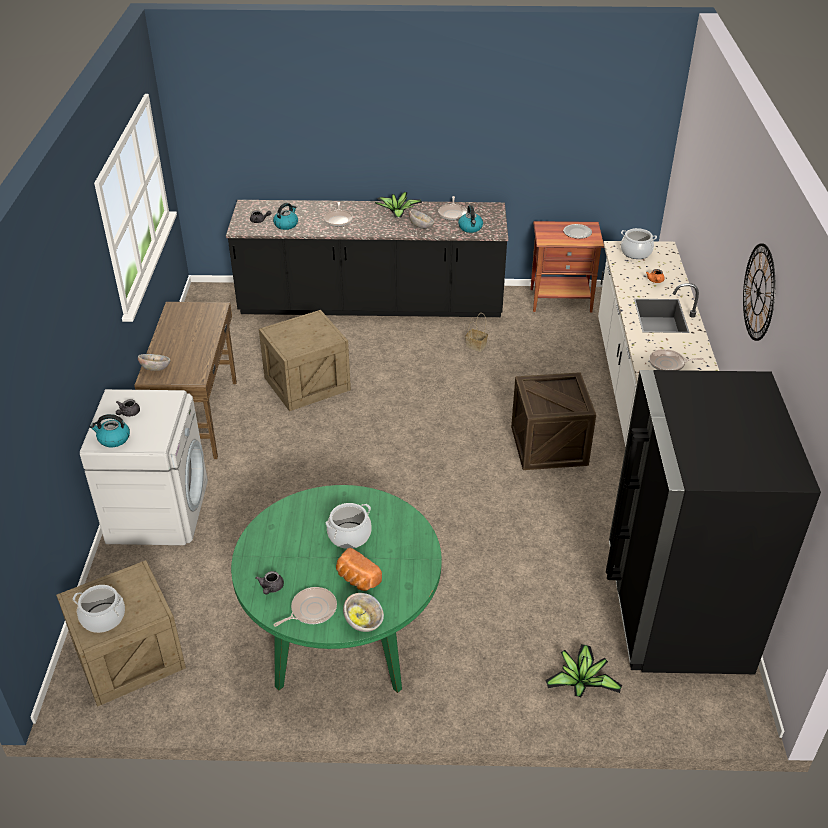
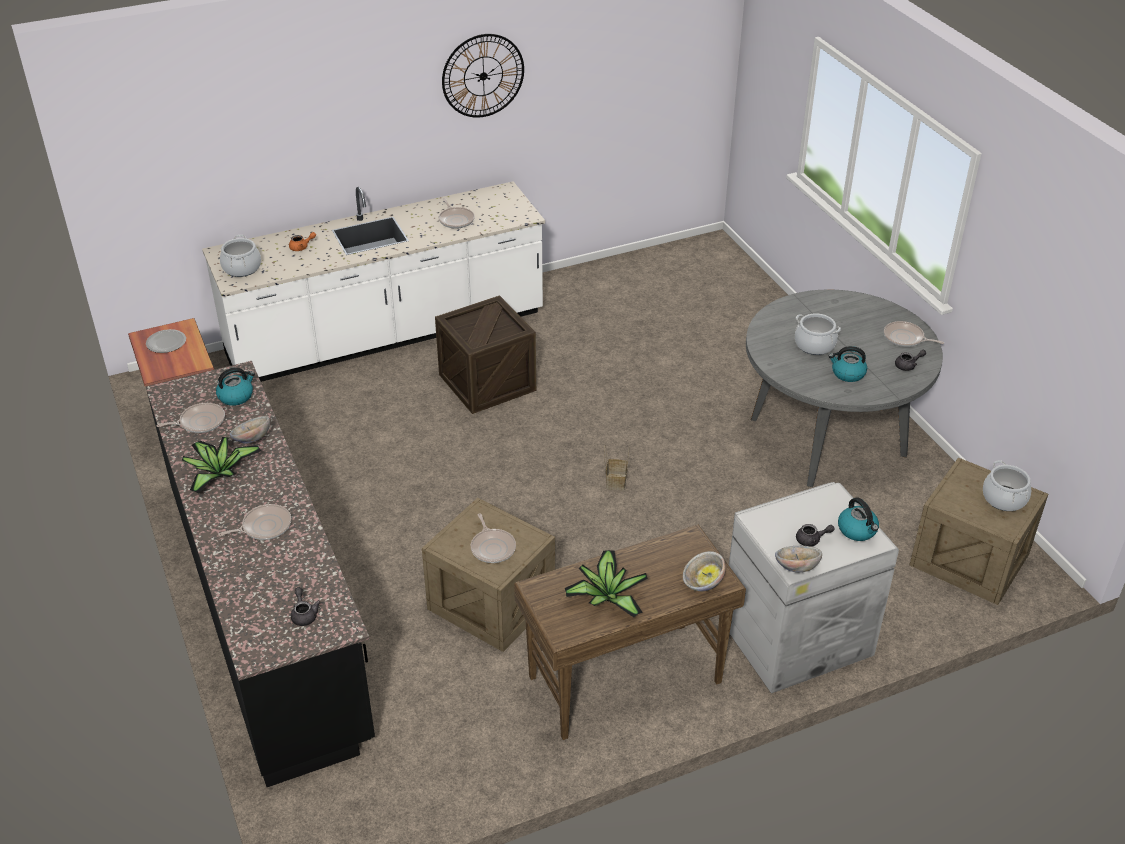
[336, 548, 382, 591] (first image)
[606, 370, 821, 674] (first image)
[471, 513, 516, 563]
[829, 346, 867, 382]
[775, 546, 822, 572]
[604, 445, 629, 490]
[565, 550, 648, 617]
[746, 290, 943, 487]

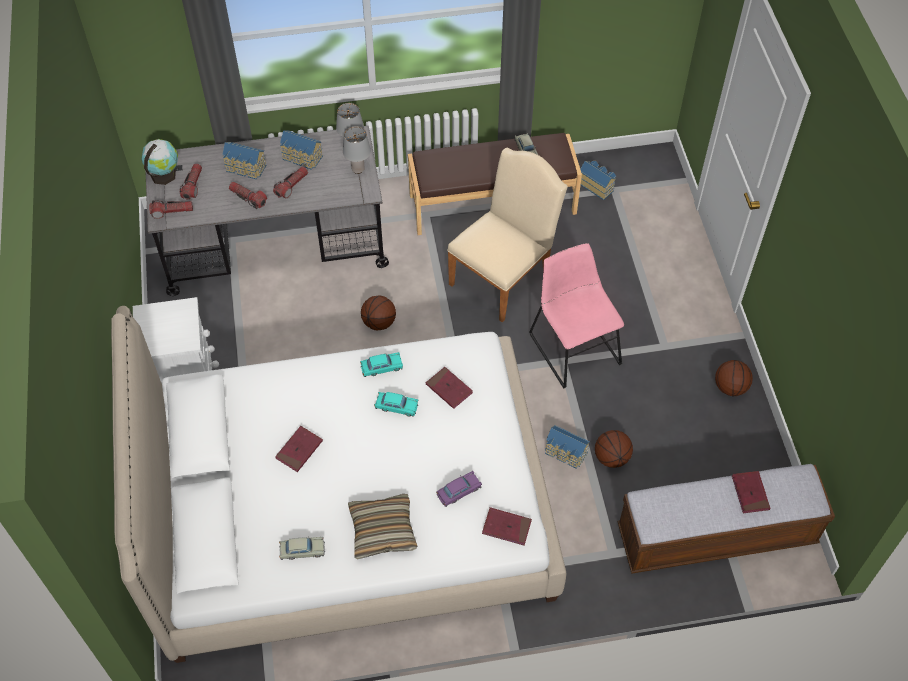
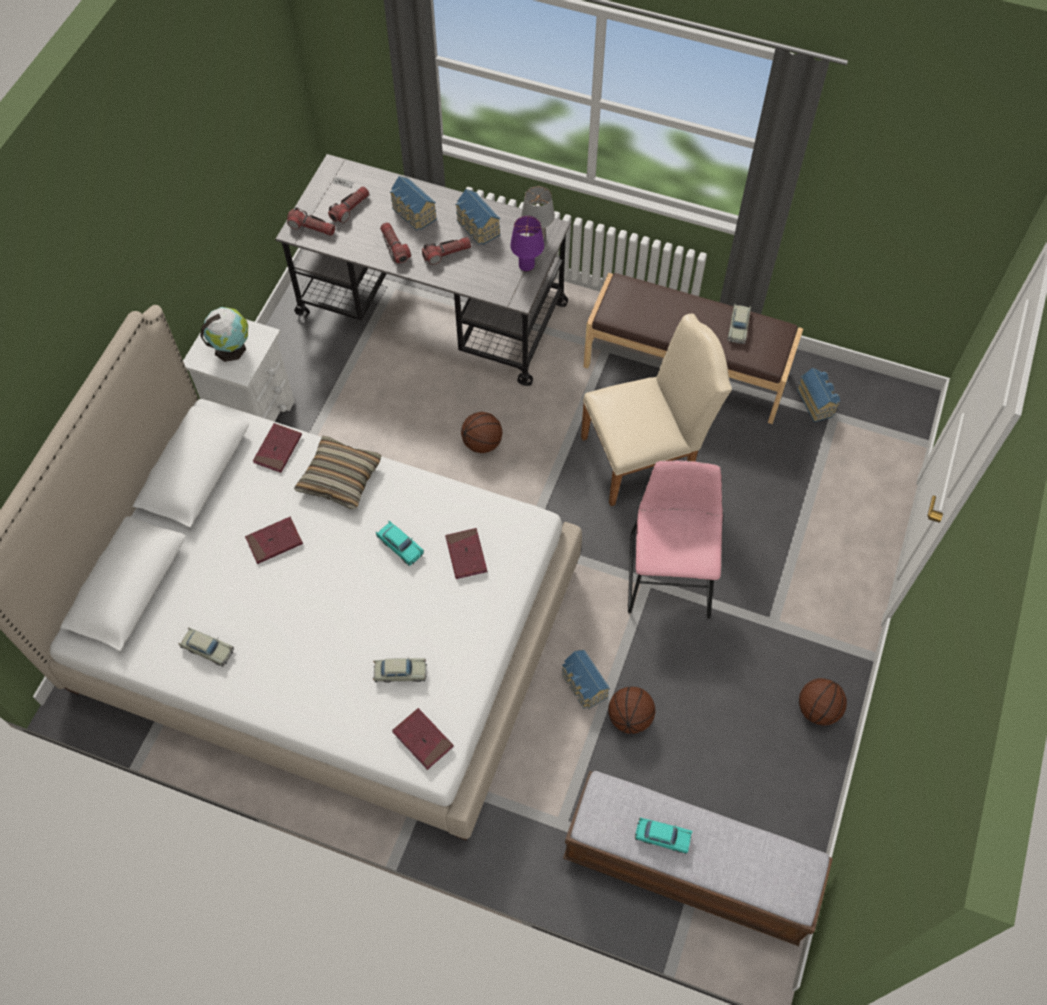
[200, 307, 248, 362]
[294, 436, 382, 509]
[635, 818, 692, 854]
[253, 423, 302, 473]
[510, 216, 544, 272]
[373, 657, 427, 683]

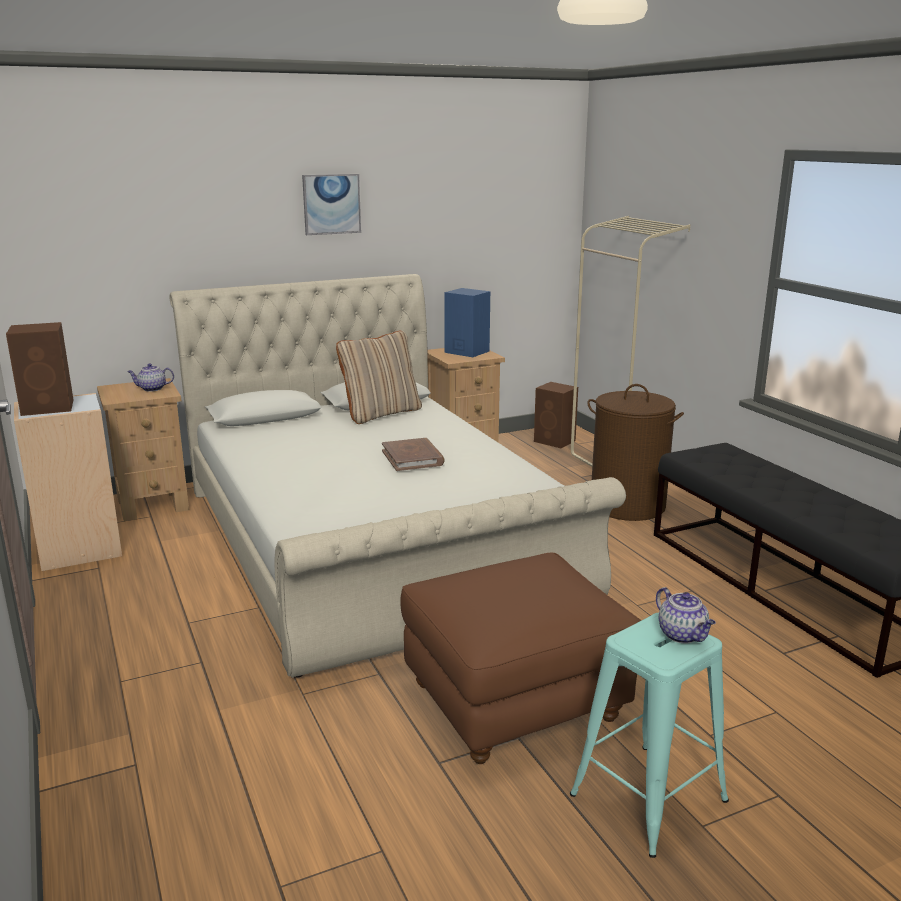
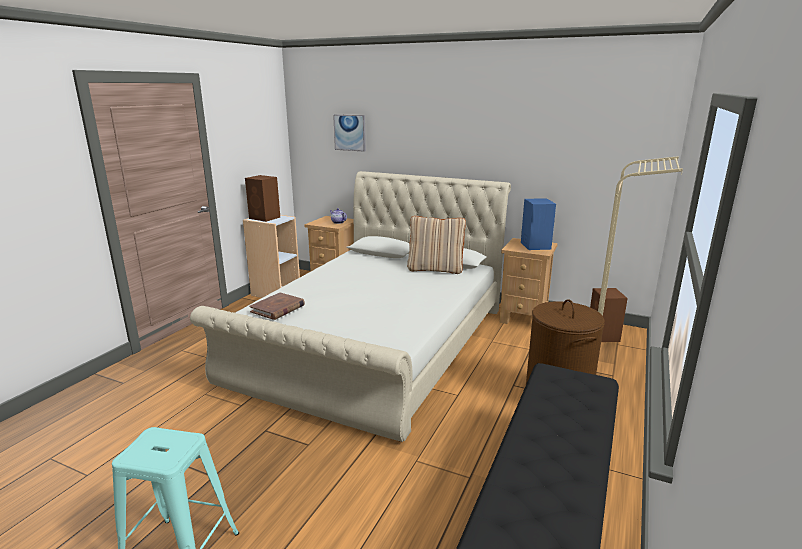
[400, 552, 641, 764] (first image)
[656, 587, 716, 643] (first image)
[333, 114, 366, 152]
[250, 292, 305, 320]

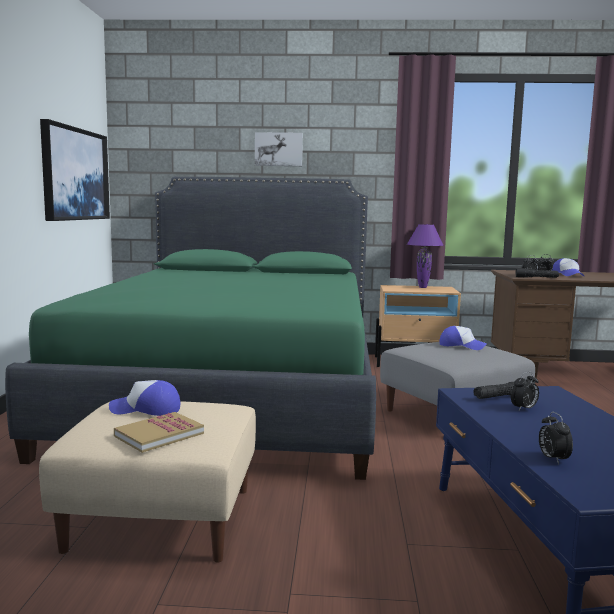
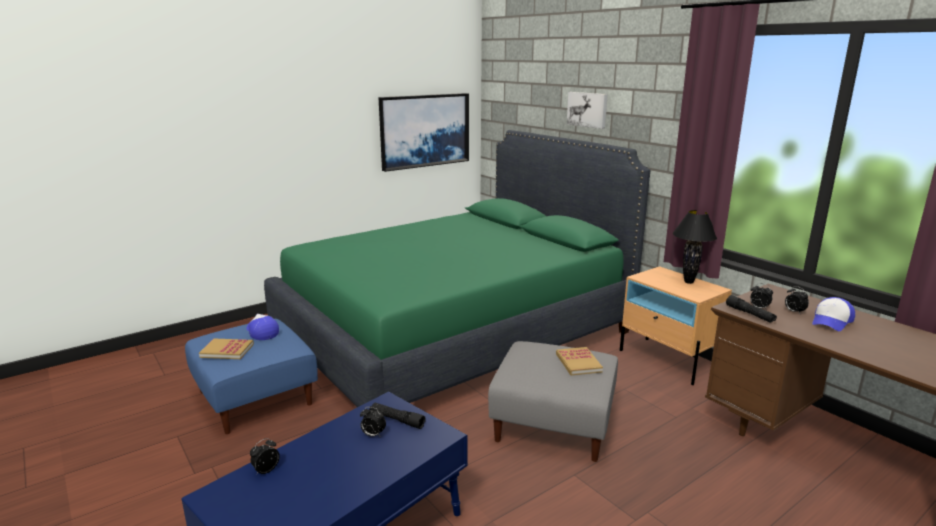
[556, 347, 603, 375]
[185, 319, 318, 434]
[673, 210, 717, 284]

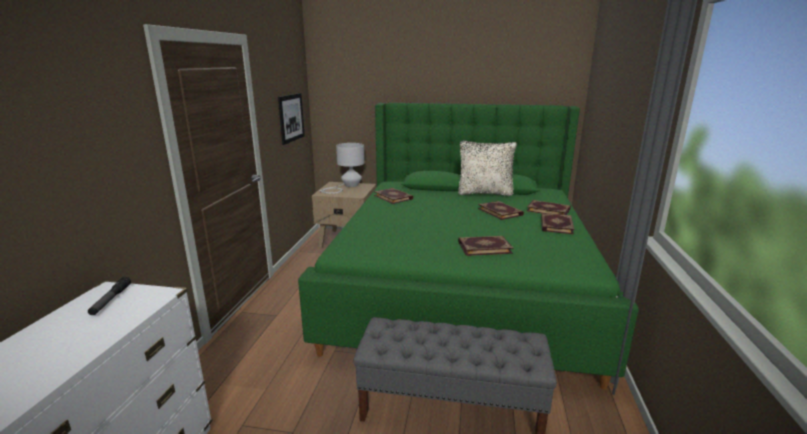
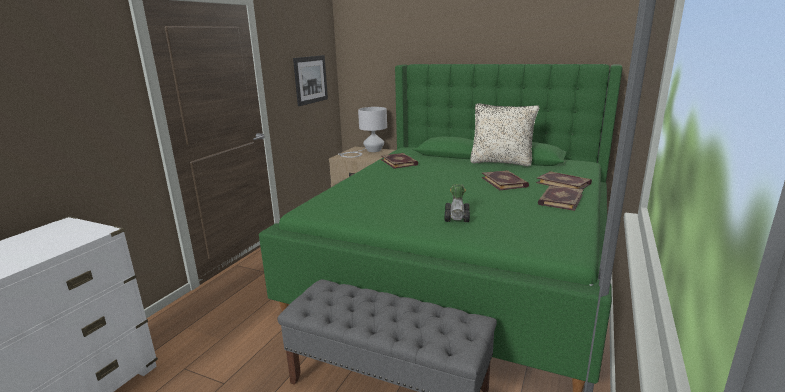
[88, 277, 131, 315] (first image)
[445, 184, 470, 222]

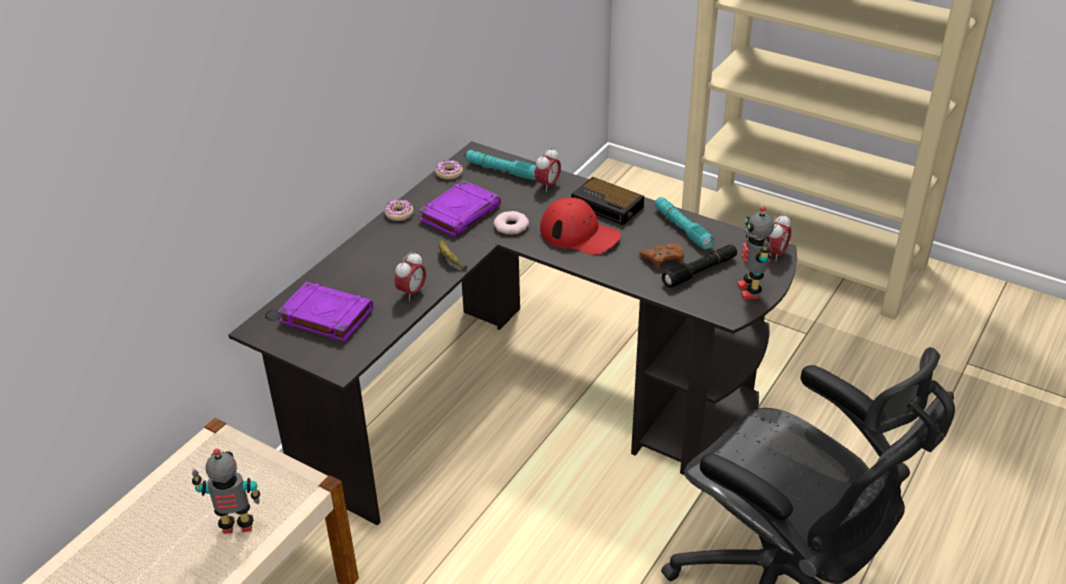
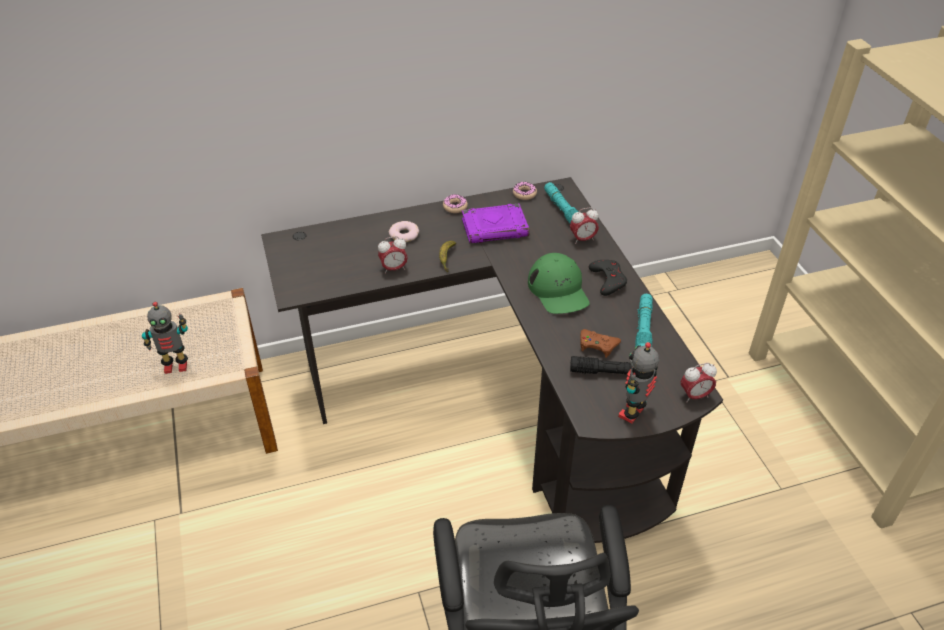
[277, 282, 373, 342] (first image)
[389, 221, 419, 242]
[589, 260, 627, 296]
[528, 253, 590, 314]
[142, 302, 188, 374]

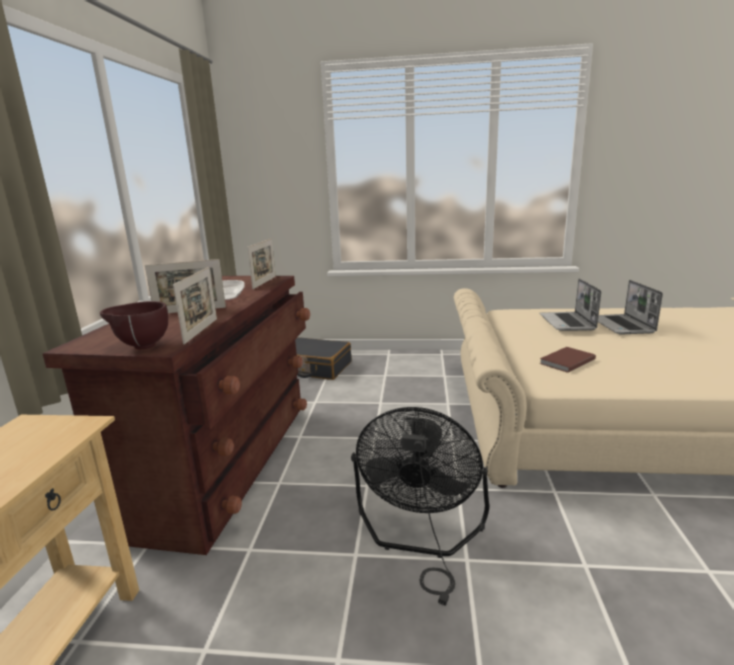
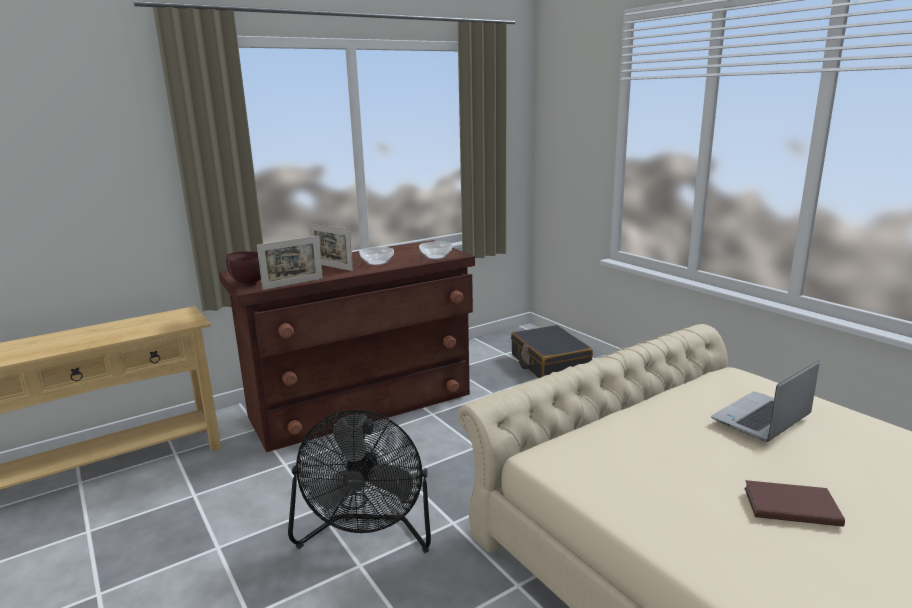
[598, 280, 663, 335] (first image)
[744, 480, 845, 527]
[419, 242, 452, 259]
[288, 410, 431, 553]

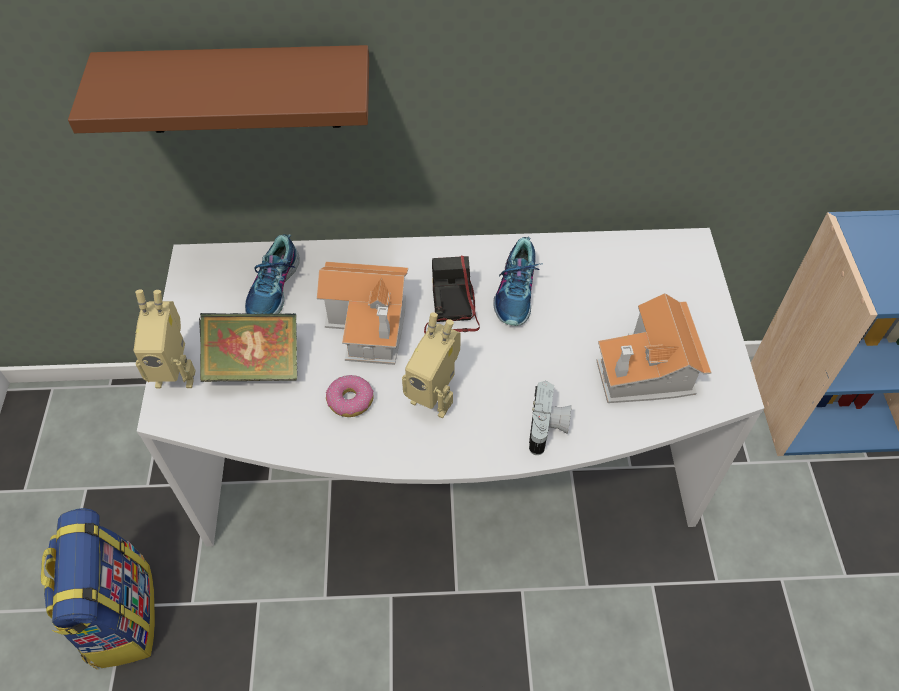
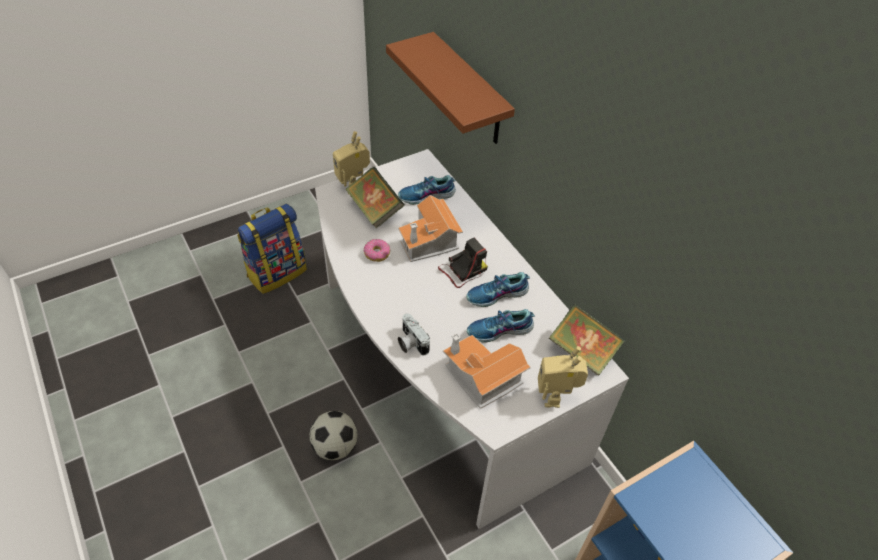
[310, 411, 357, 460]
[467, 309, 535, 343]
[549, 304, 625, 376]
[538, 346, 588, 408]
[398, 313, 430, 355]

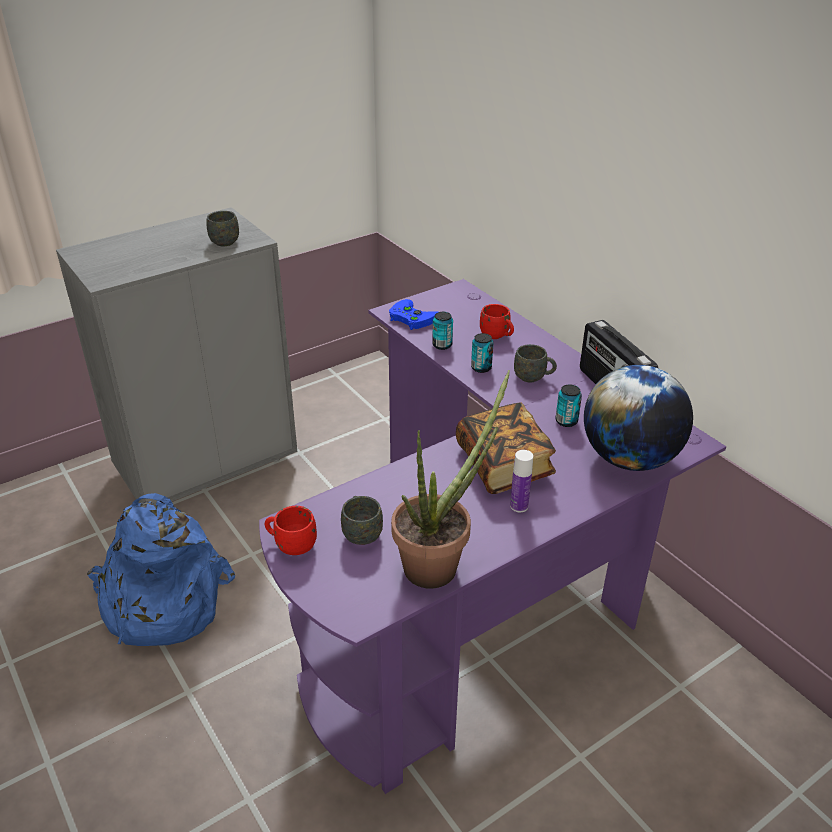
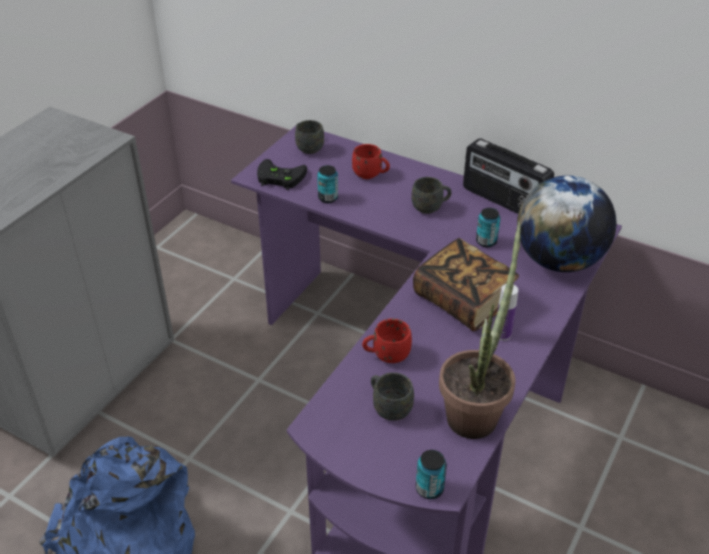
[295, 120, 324, 154]
[362, 318, 412, 363]
[416, 450, 447, 499]
[257, 159, 307, 190]

